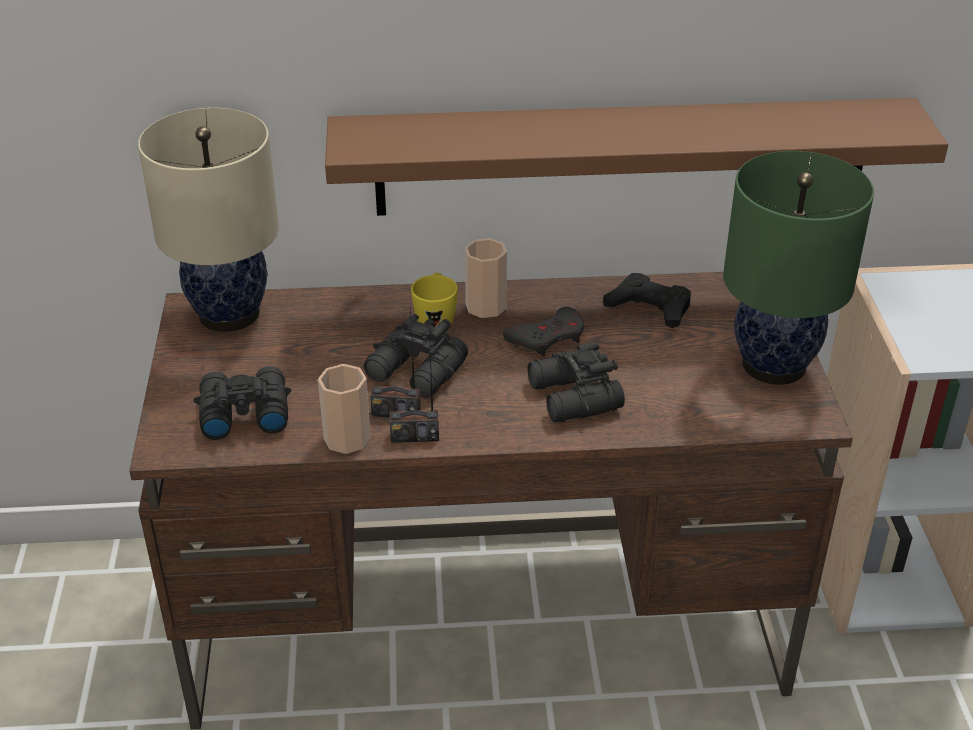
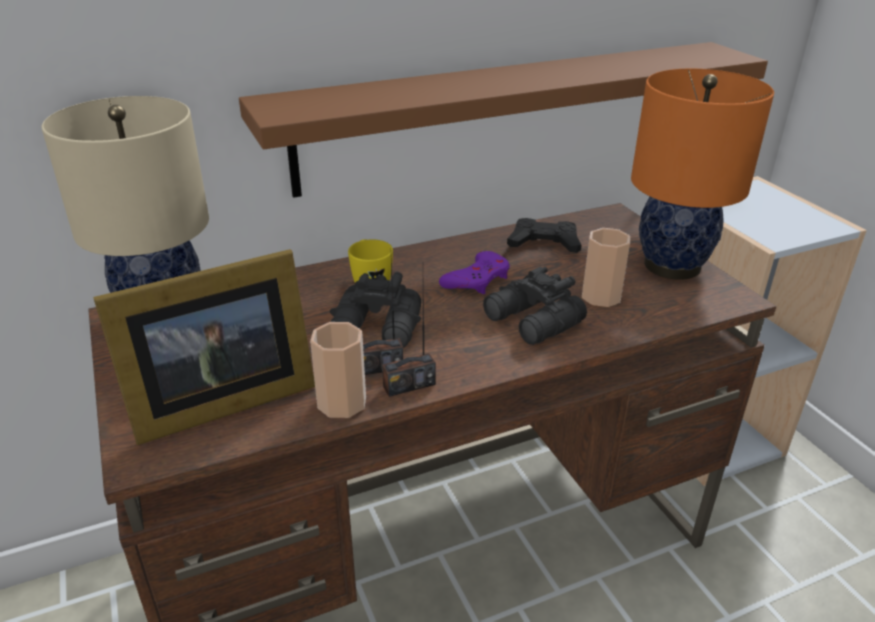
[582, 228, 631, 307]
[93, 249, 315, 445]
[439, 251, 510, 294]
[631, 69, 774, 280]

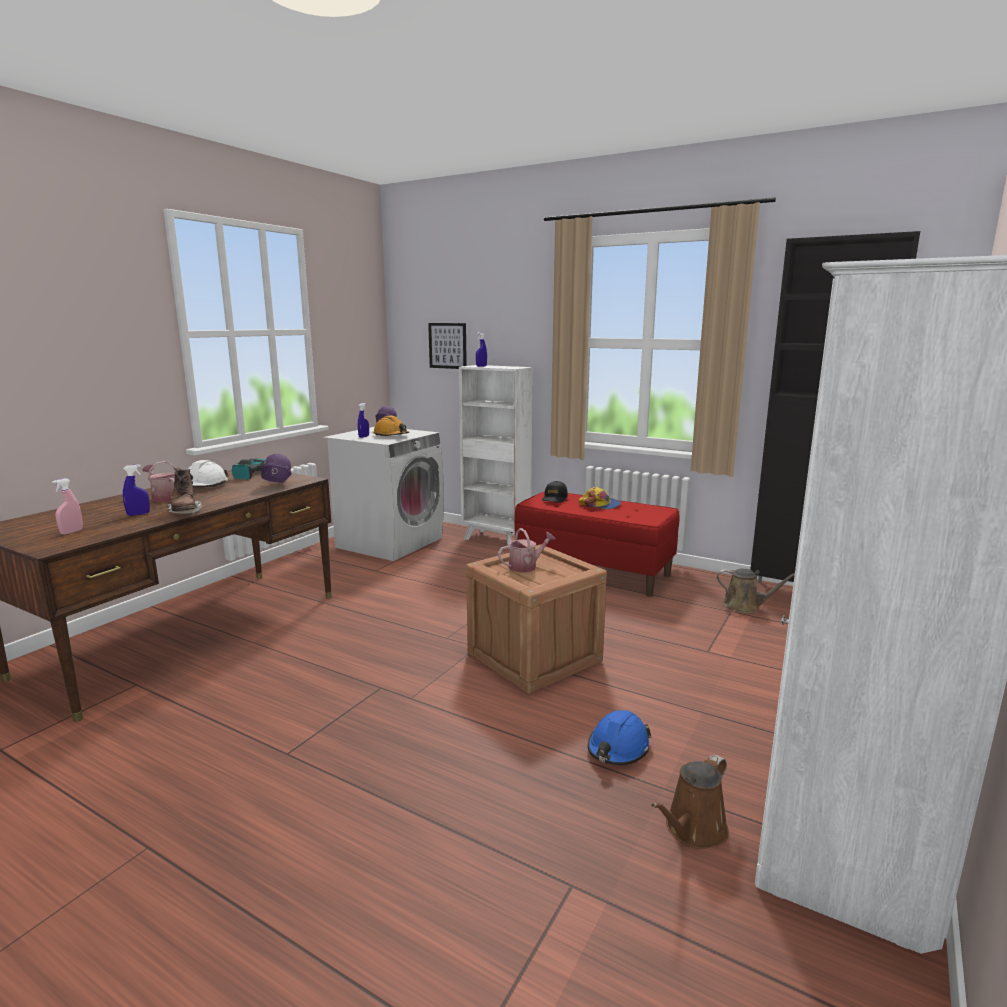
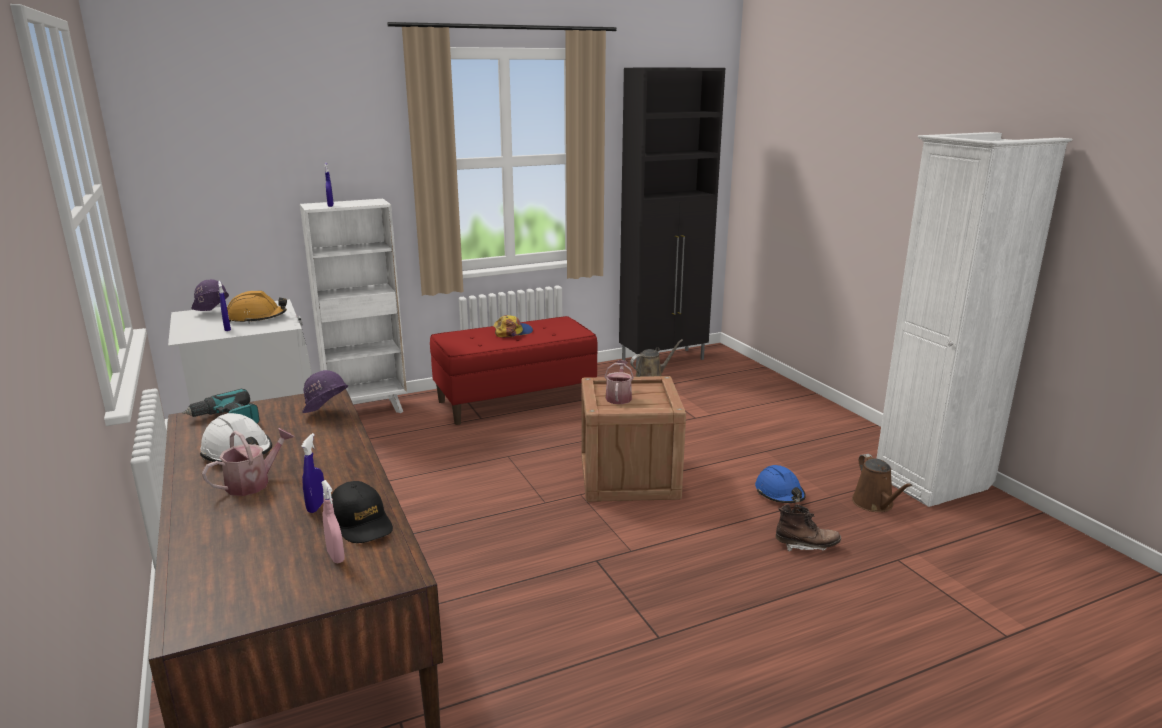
[428, 323, 467, 369] (first image)
[775, 504, 841, 552]
[331, 481, 393, 543]
[202, 428, 294, 496]

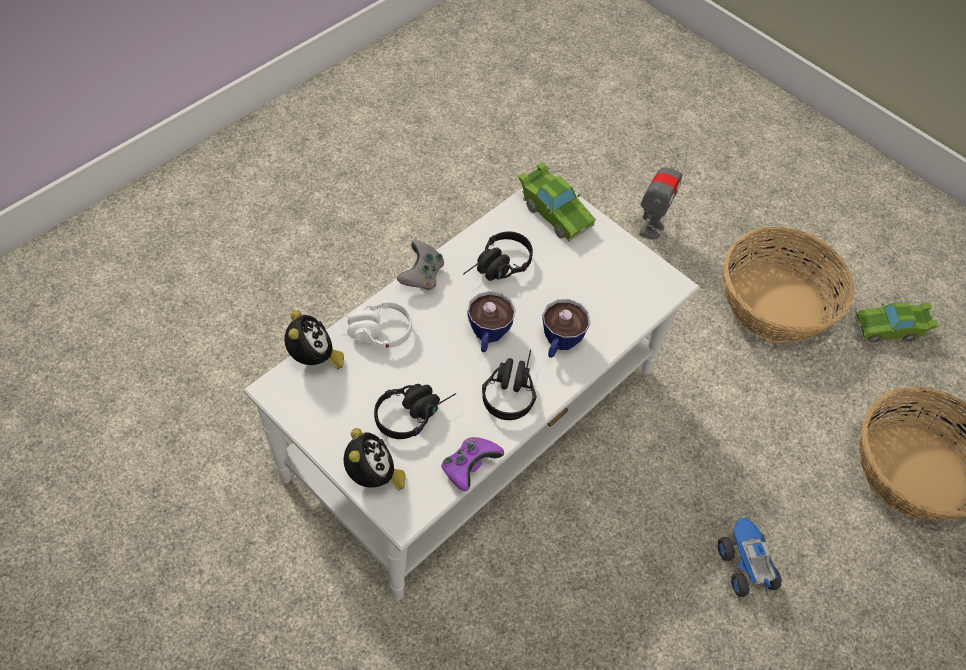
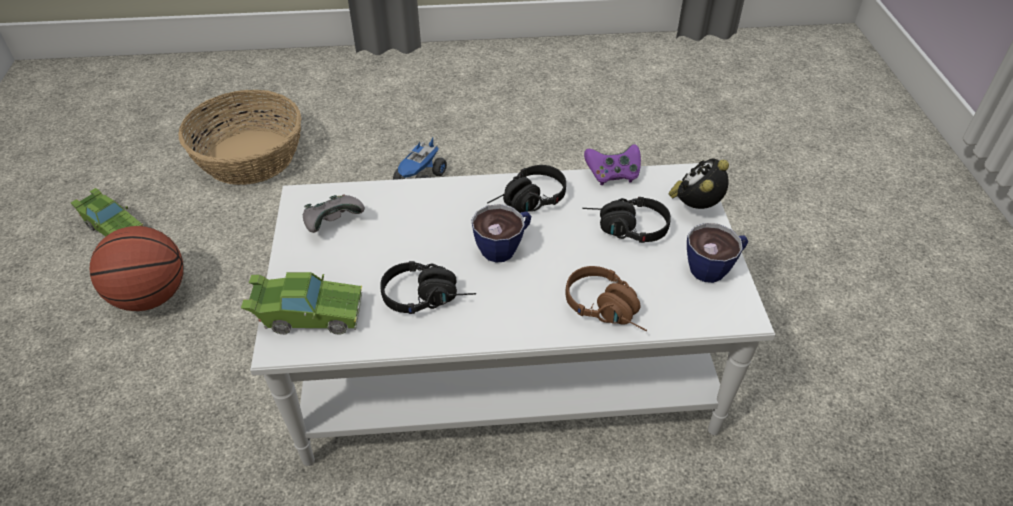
[284, 310, 344, 369] (first image)
[639, 154, 682, 240] (first image)
[303, 195, 365, 233]
[687, 223, 748, 283]
[90, 226, 184, 311]
[565, 266, 647, 331]
[241, 272, 362, 334]

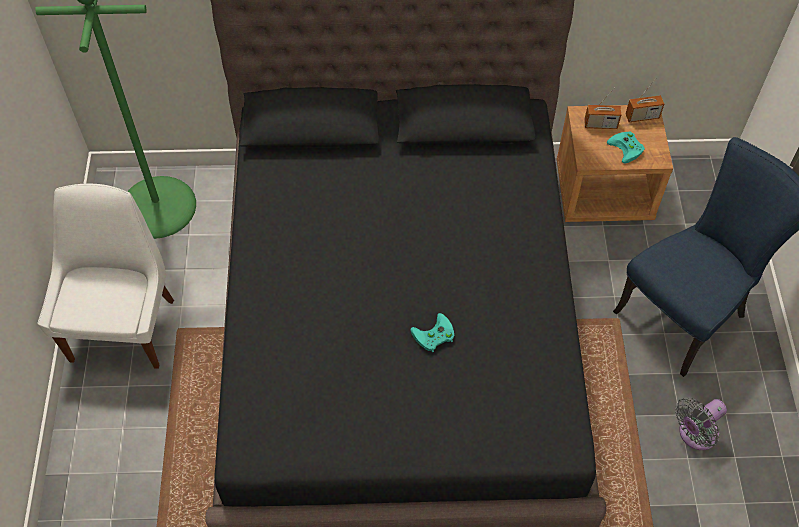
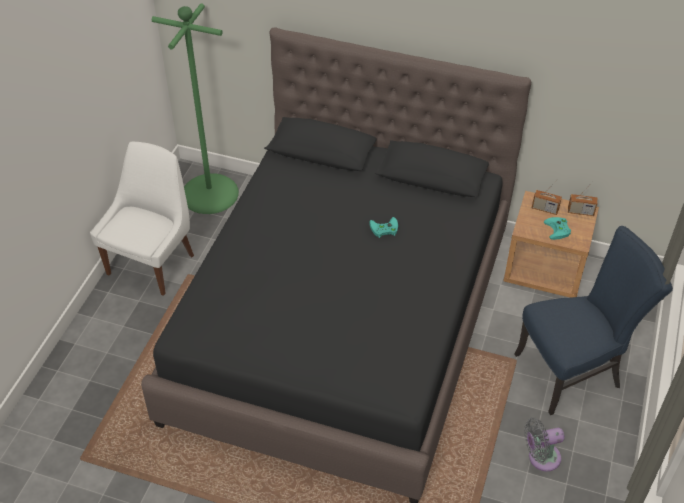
[370, 217, 398, 238]

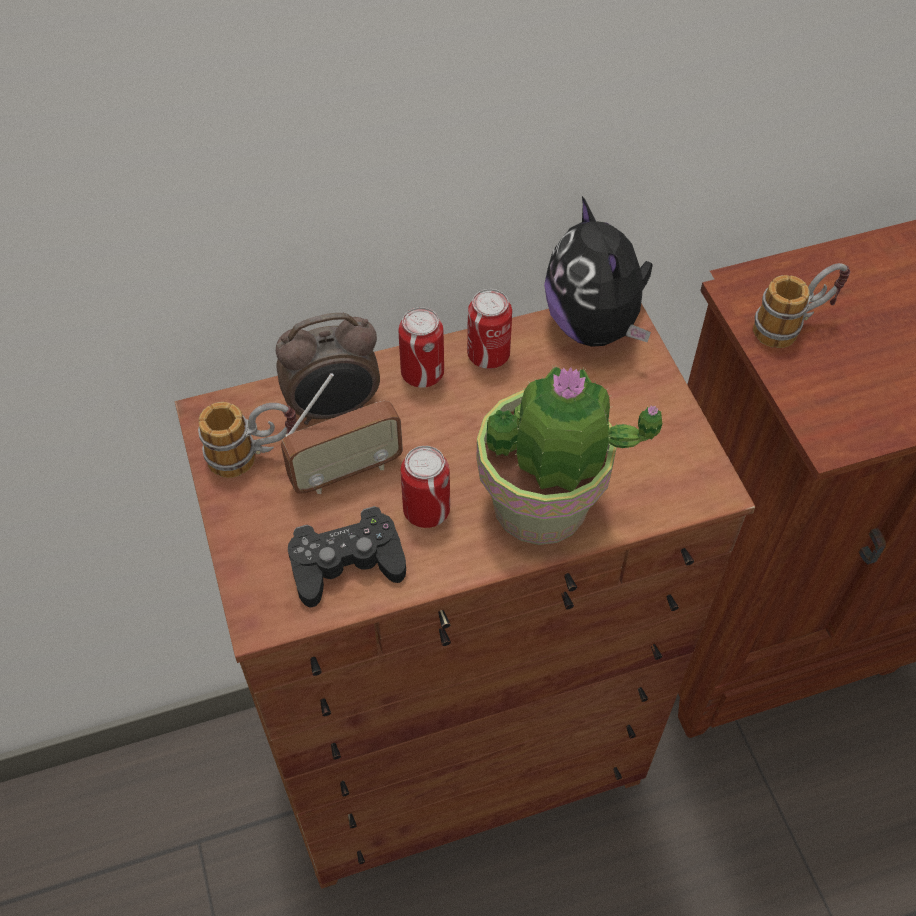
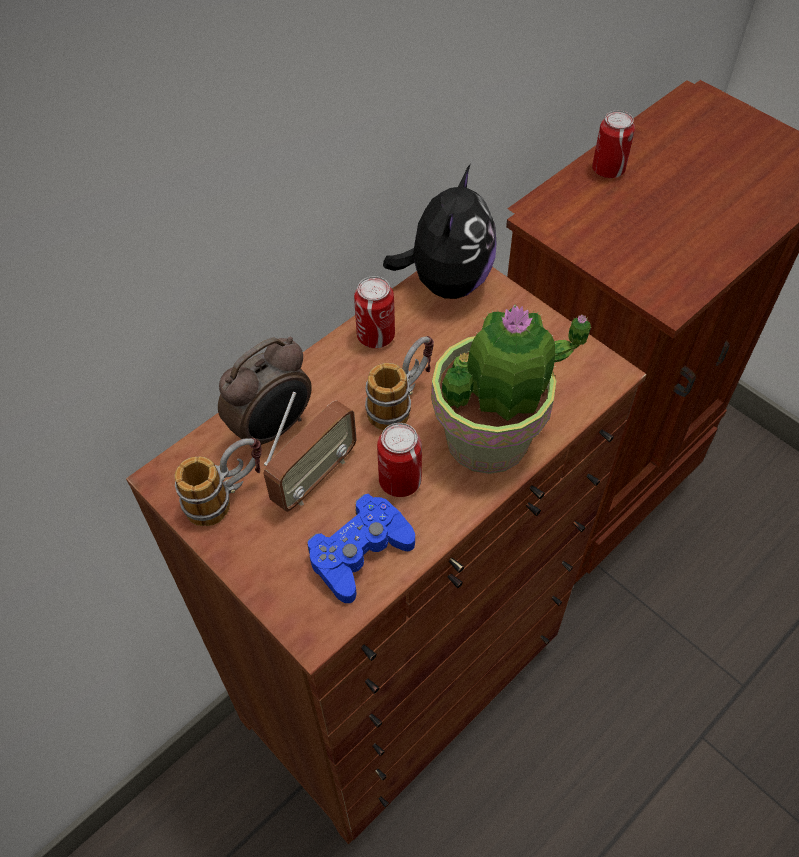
[592, 110, 635, 178]
[365, 336, 434, 430]
[307, 494, 415, 603]
[383, 165, 497, 299]

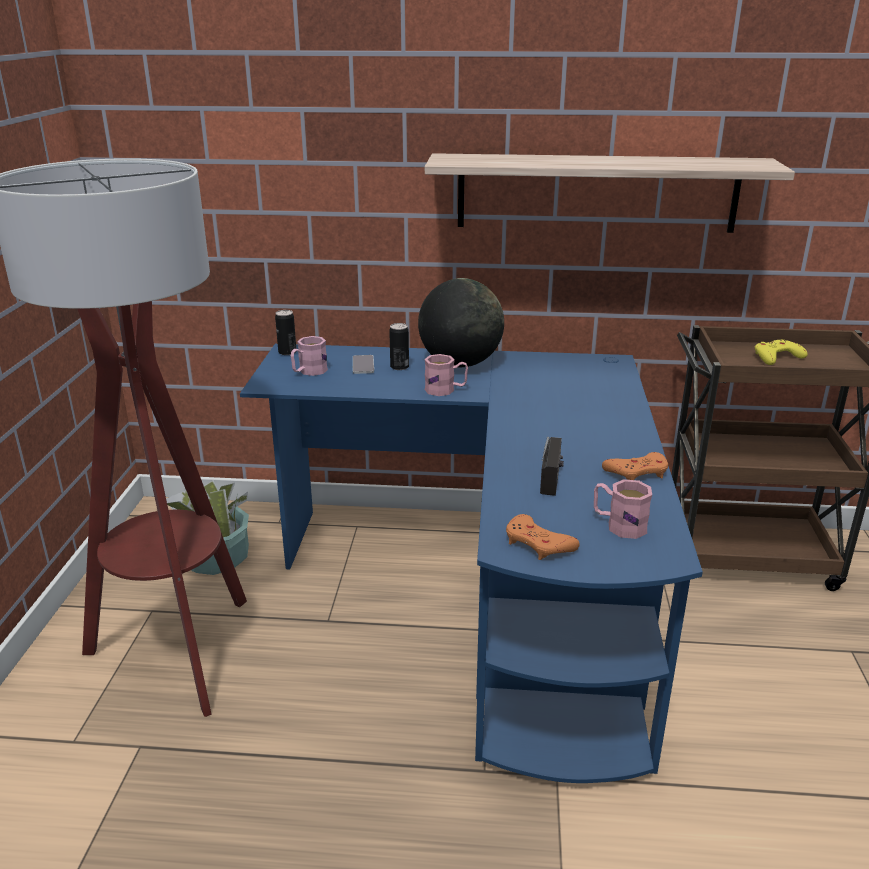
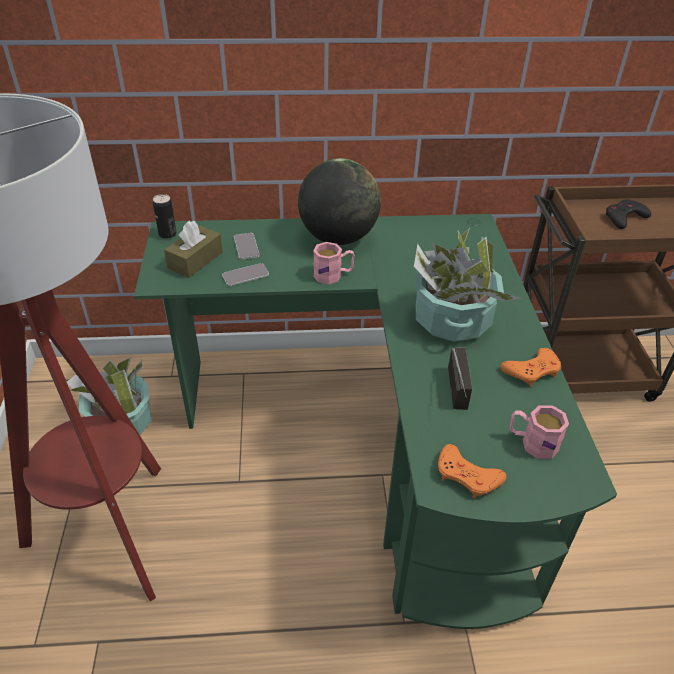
[389, 323, 409, 370] (first image)
[425, 153, 795, 233] (first image)
[222, 263, 269, 286]
[414, 228, 521, 342]
[164, 221, 223, 278]
[134, 214, 617, 629]
[606, 199, 651, 229]

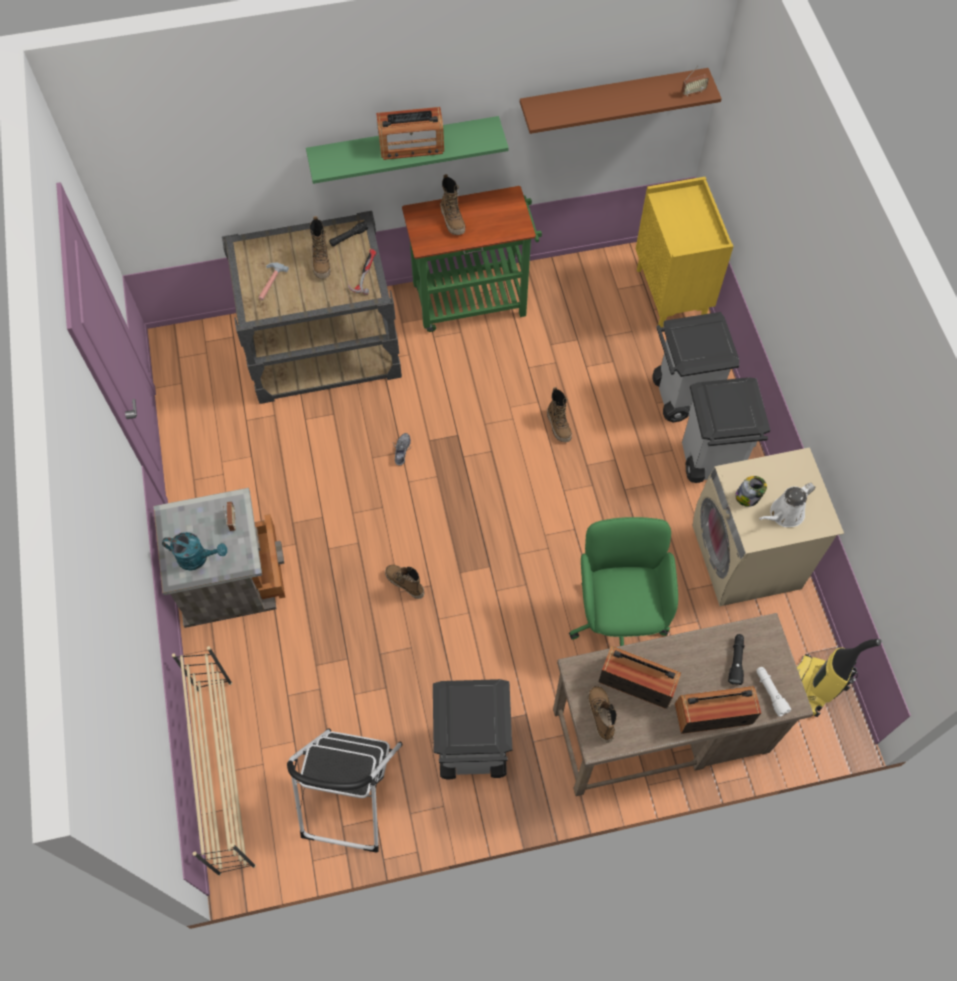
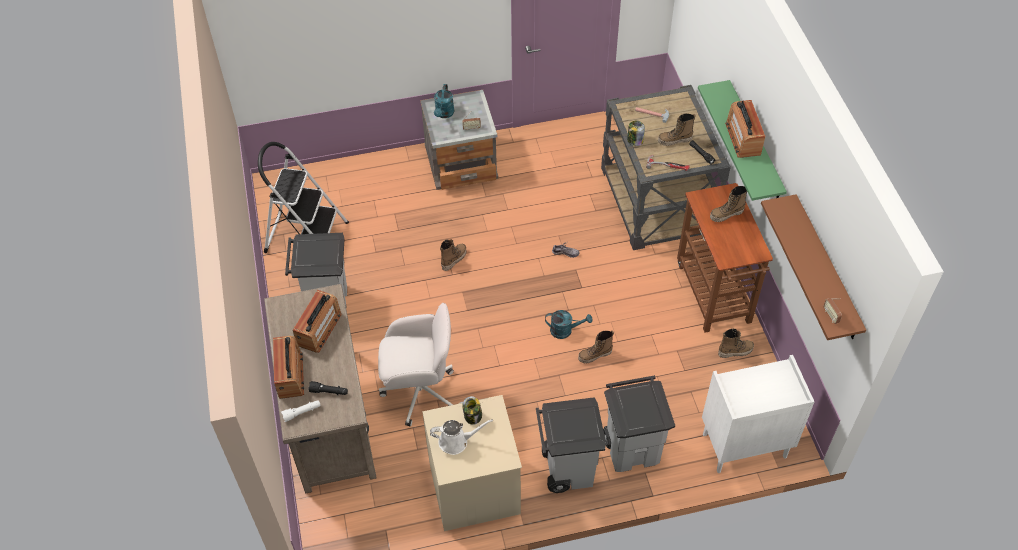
[172, 646, 256, 876] (first image)
[797, 639, 881, 717] (first image)
[545, 310, 592, 339]
[627, 120, 645, 146]
[718, 328, 754, 358]
[677, 183, 773, 333]
[378, 303, 454, 426]
[702, 355, 814, 473]
[430, 419, 493, 455]

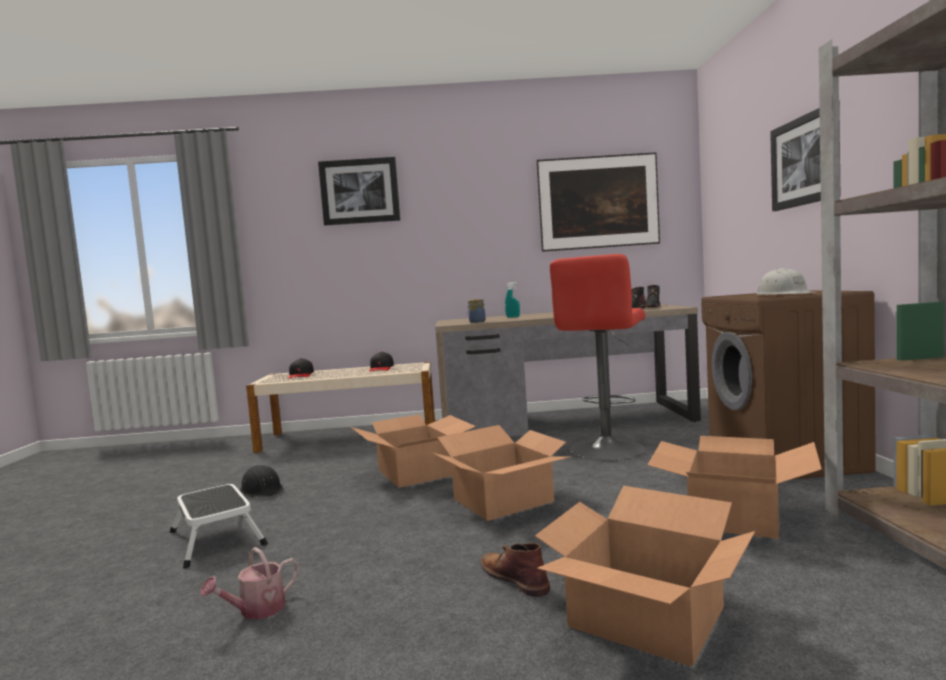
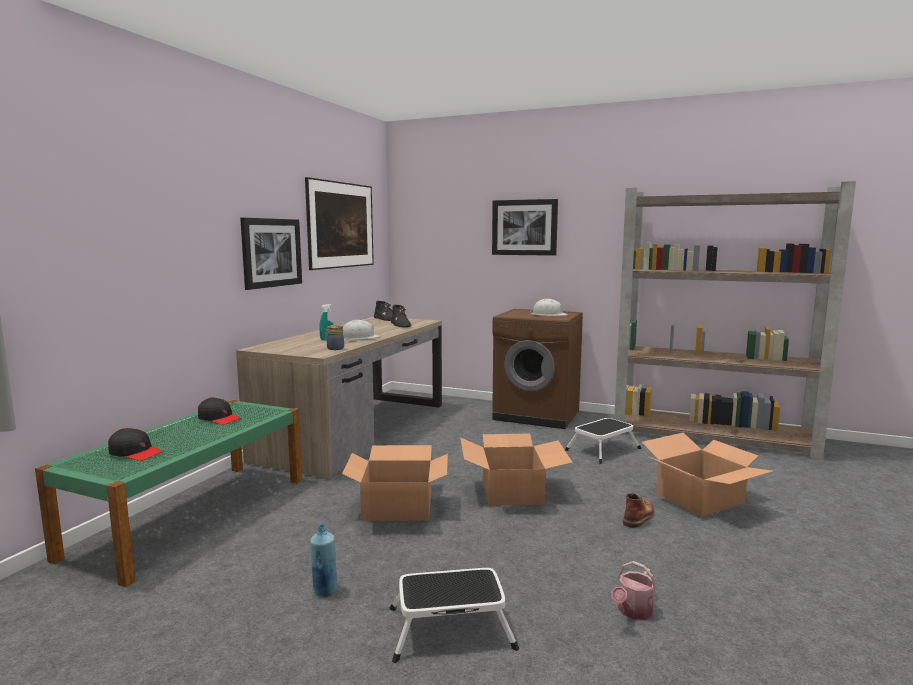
[550, 254, 645, 460] (first image)
[342, 320, 381, 340]
[240, 218, 302, 290]
[310, 524, 338, 597]
[565, 418, 642, 464]
[35, 400, 302, 587]
[611, 561, 656, 620]
[623, 492, 654, 528]

